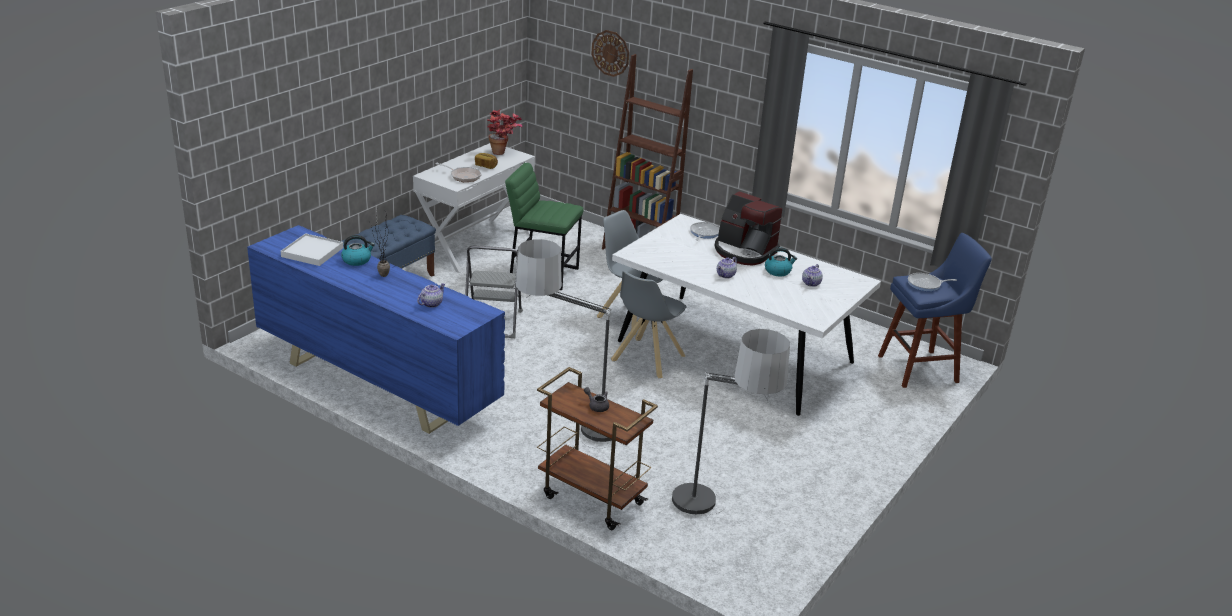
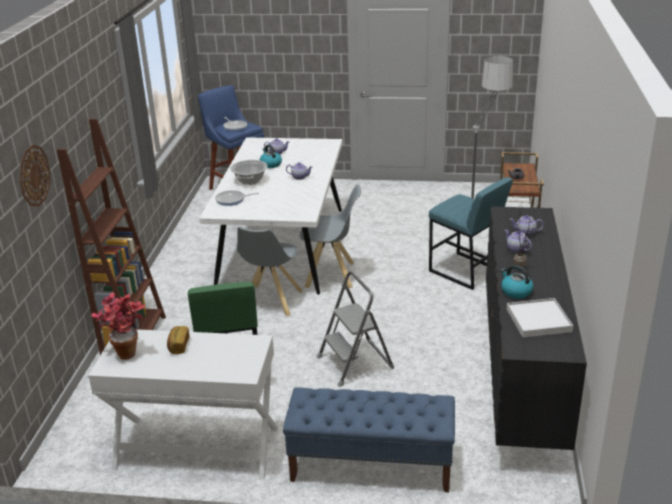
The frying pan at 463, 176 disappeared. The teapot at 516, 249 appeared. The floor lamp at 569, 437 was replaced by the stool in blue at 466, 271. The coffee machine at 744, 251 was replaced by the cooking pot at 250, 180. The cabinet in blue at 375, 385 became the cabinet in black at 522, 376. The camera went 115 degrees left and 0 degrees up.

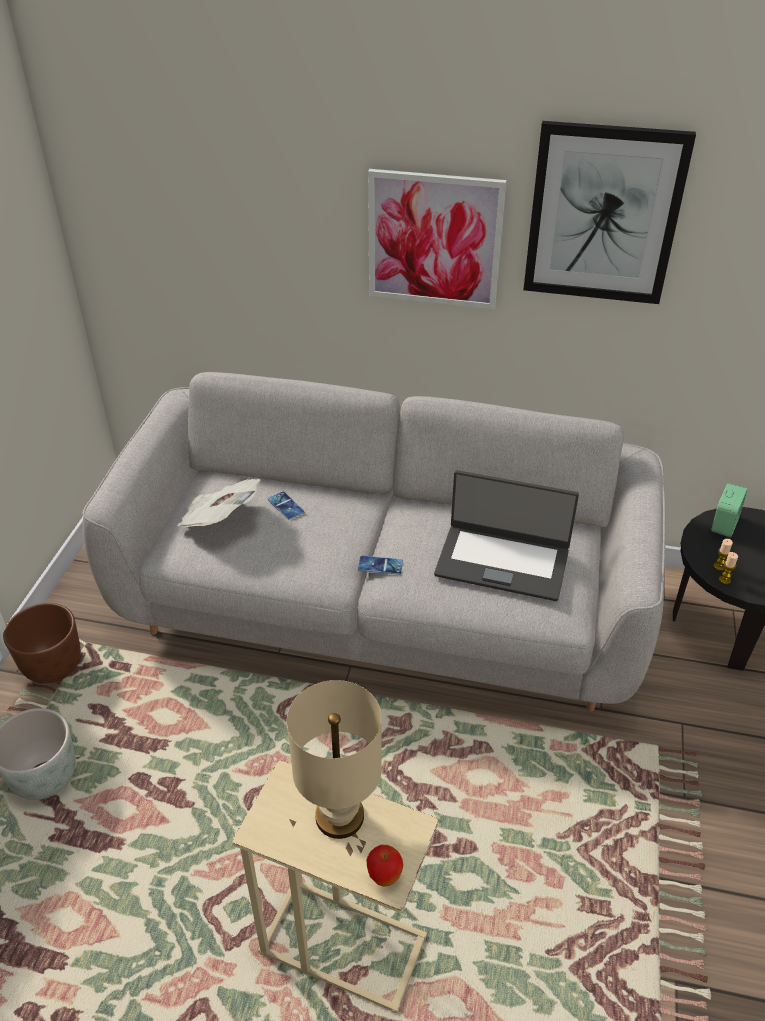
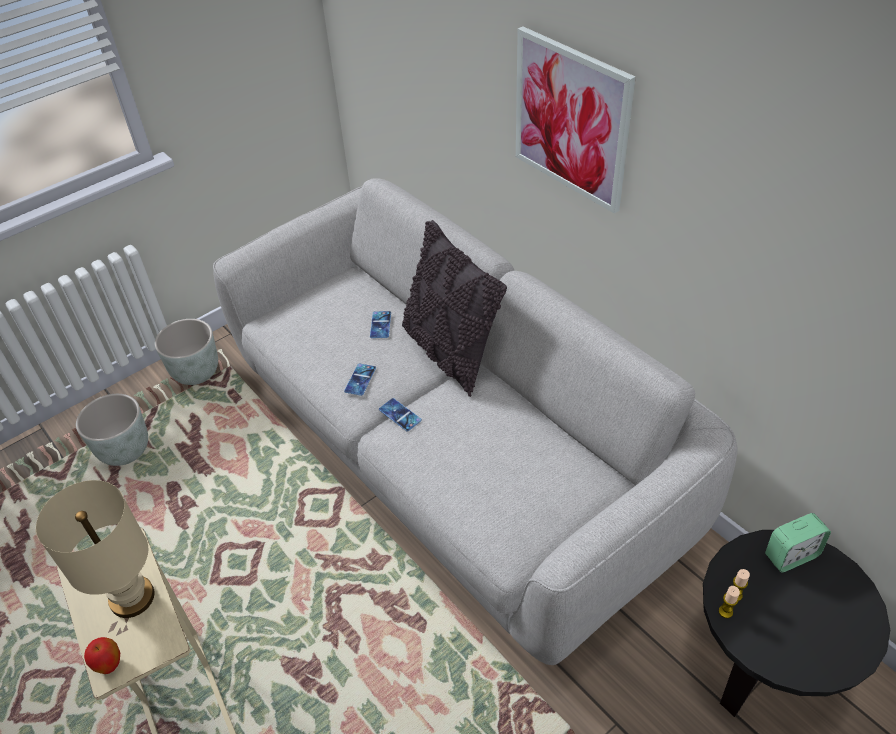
The newspaper at 220, 520 disappeared. The laptop at 502, 561 disappeared. The picture at 603, 214 disappeared. The phone at 360, 379 appeared. The pillow in black at 450, 352 appeared. The planter in brown at 53, 666 became the planter in grey at 196, 372. The camera went 40 degrees right and 5 degrees up.

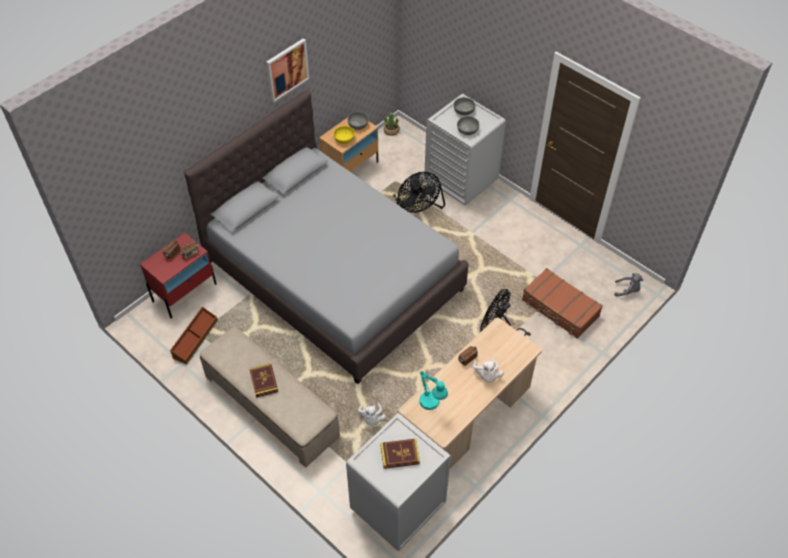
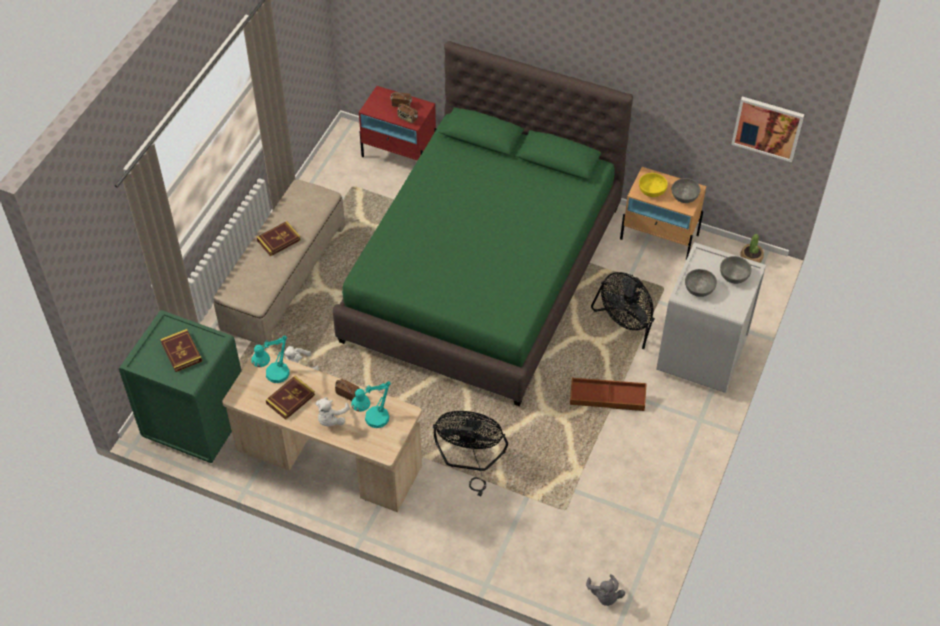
The suitcase in brown at 560, 308 disappeared. The book at 290, 399 appeared. The table lamp in turquoise at 373, 421 appeared. The storage box in brown moved from 195, 339 to 607, 398. The picture moved from 287, 69 to 767, 128. The bed in grey at 333, 274 became the bed in green at 483, 273. The dresser in grey at 398, 509 became the dresser in green at 195, 425. The plush toy in white at 487, 376 turned 45 degrees counterclockwise. The camera went 70 degrees right and 0 degrees up.

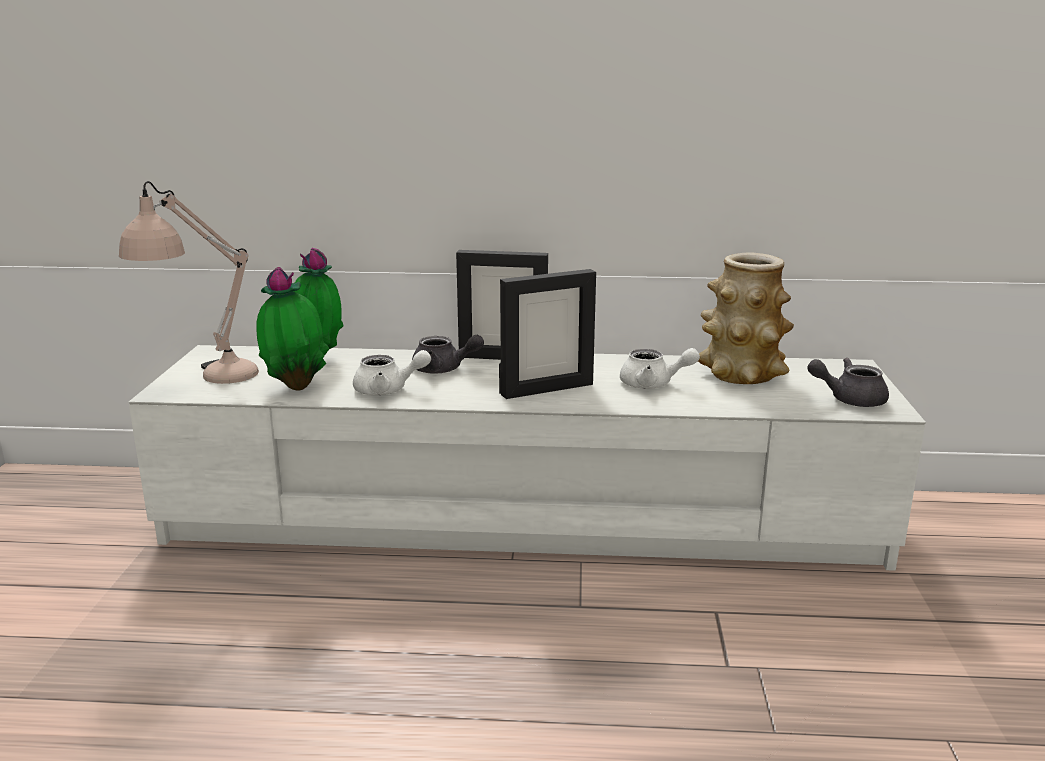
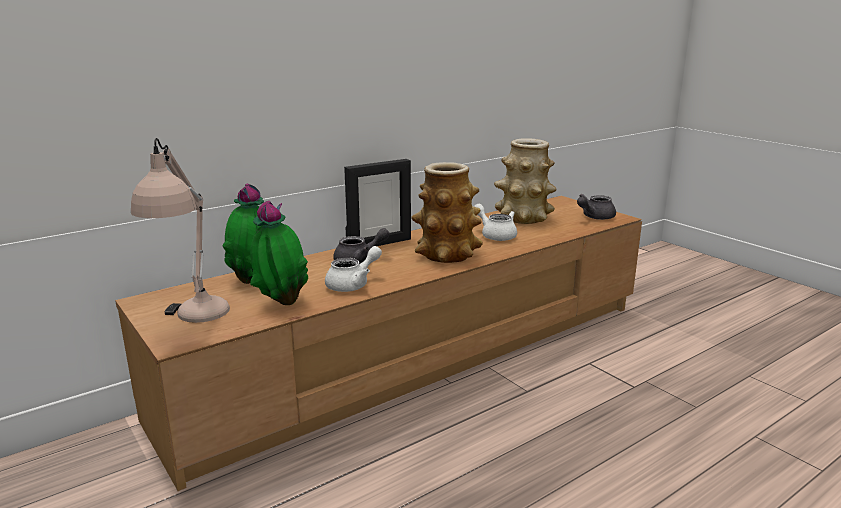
The picture frame at 546, 389 was replaced by the vase at 447, 254. The tv stand in white at 524, 519 became the tv stand in brown at 420, 356. The teapot in white at 653, 384 turned 105 degrees counterclockwise. The camera went 40 degrees left and 0 degrees up.

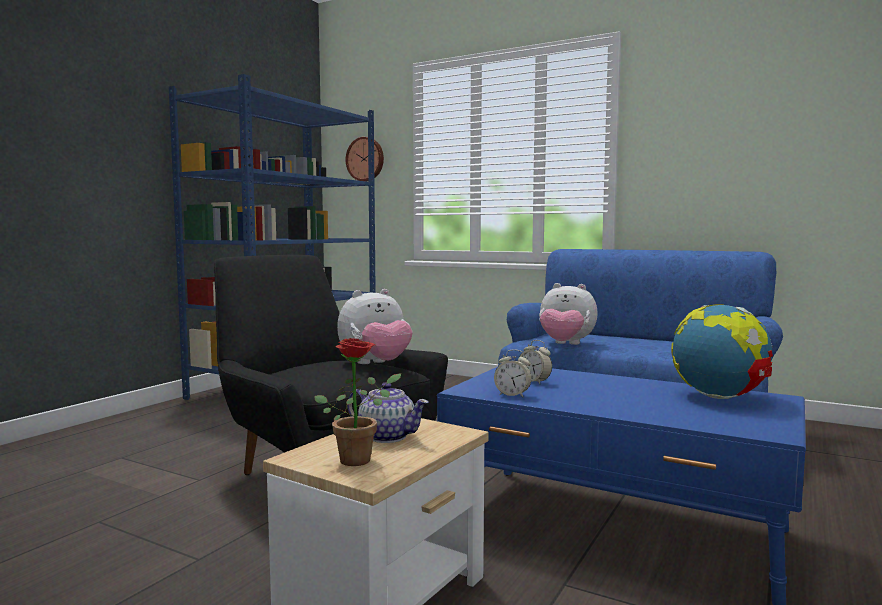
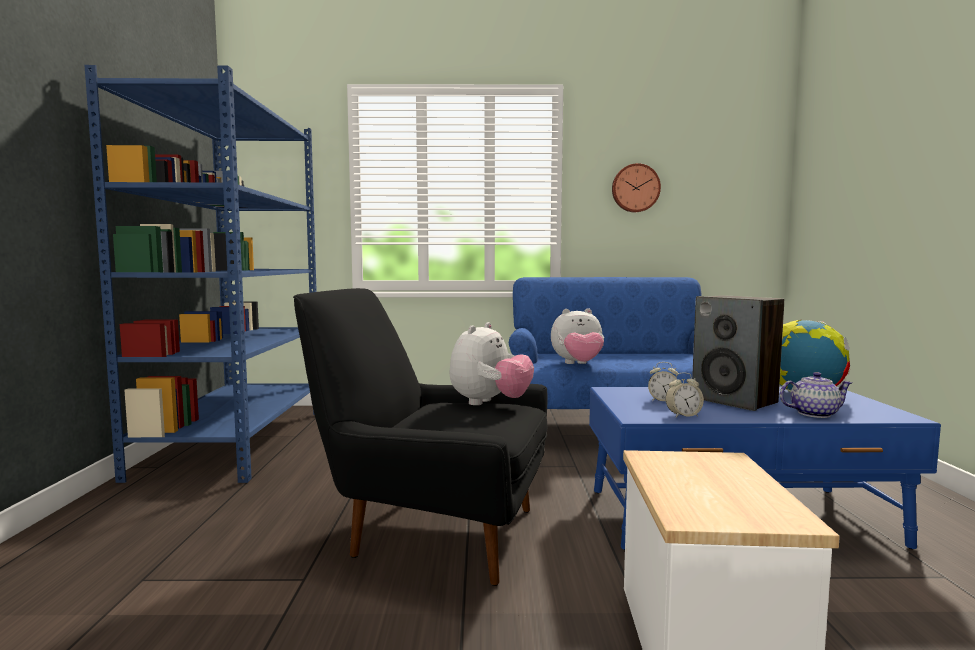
The potted plant at 360, 458 disappeared. The speaker at 735, 400 appeared. The wall clock moved from 366, 159 to 635, 188. The teapot moved from 387, 436 to 813, 413. The camera went 30 degrees left and 0 degrees up.

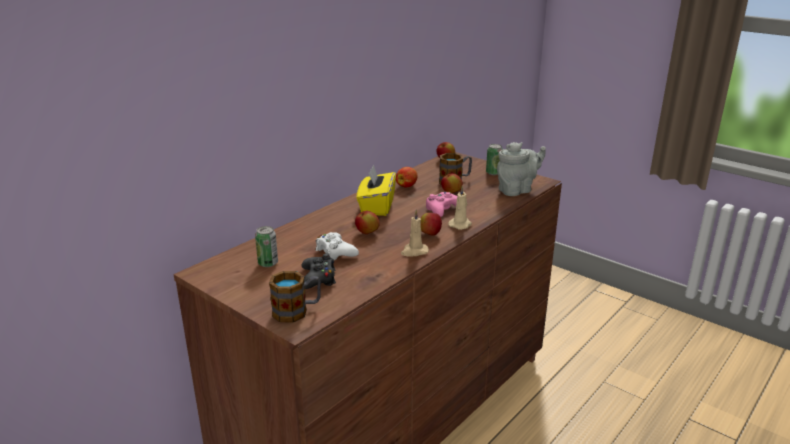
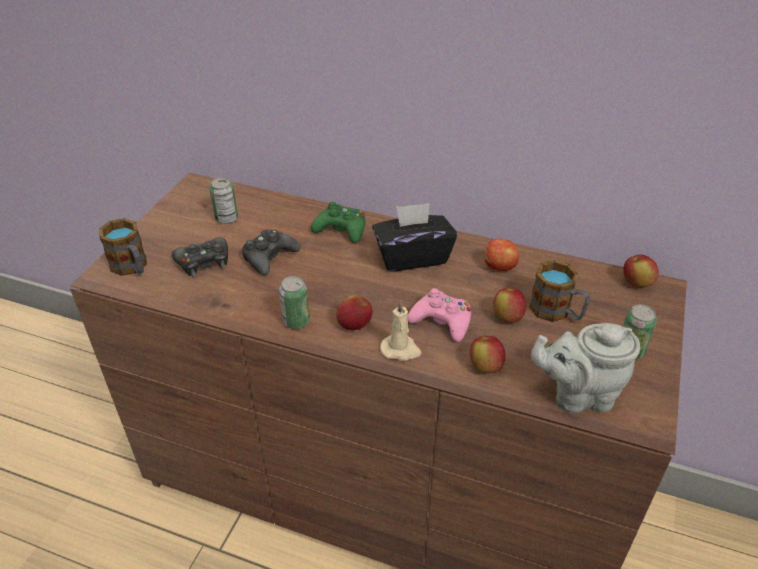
The game controller in green at 341, 230 appeared. The apple moved from 367, 233 to 485, 367. The candle in beige at 414, 251 was replaced by the can at 296, 321. The game controller in white at 335, 252 became the game controller in black at 269, 257. The tissue box in yellow at 376, 207 became the tissue box in black at 412, 257. The teapot in grey at 517, 190 turned 135 degrees clockwise. The camera went 70 degrees right and 15 degrees up.

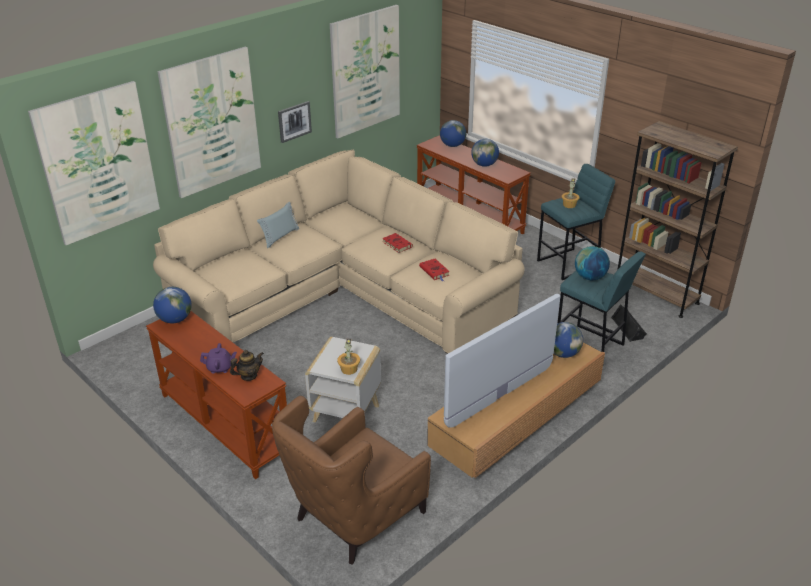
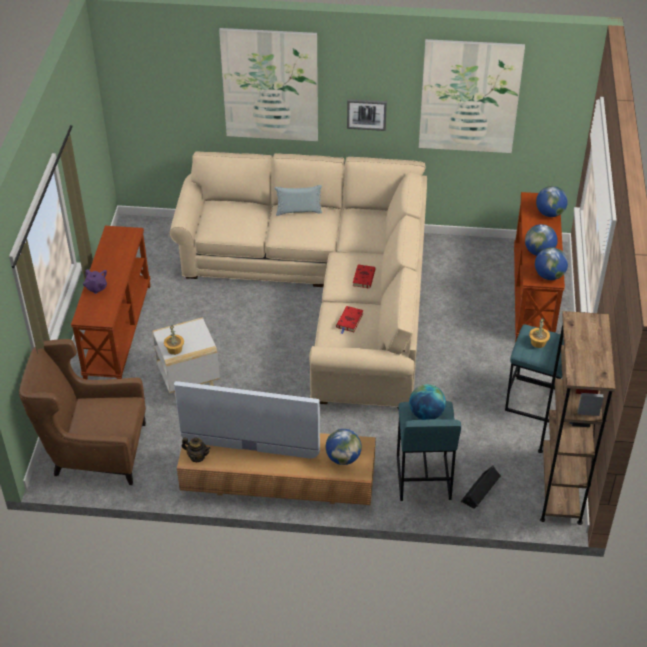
The picture at 98, 163 disappeared. The globe moved from 175, 319 to 549, 275. The teapot moved from 248, 376 to 197, 457. The camera went 50 degrees right and 10 degrees up.

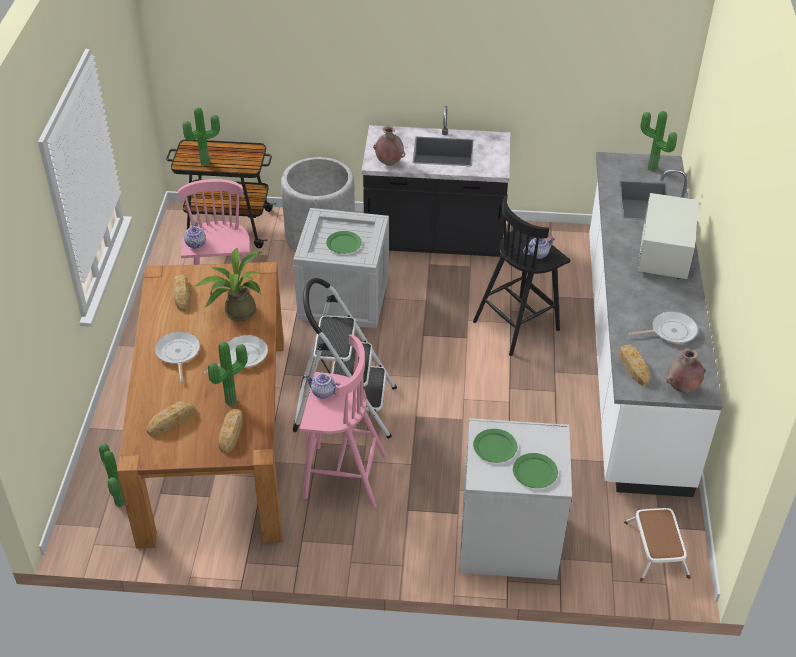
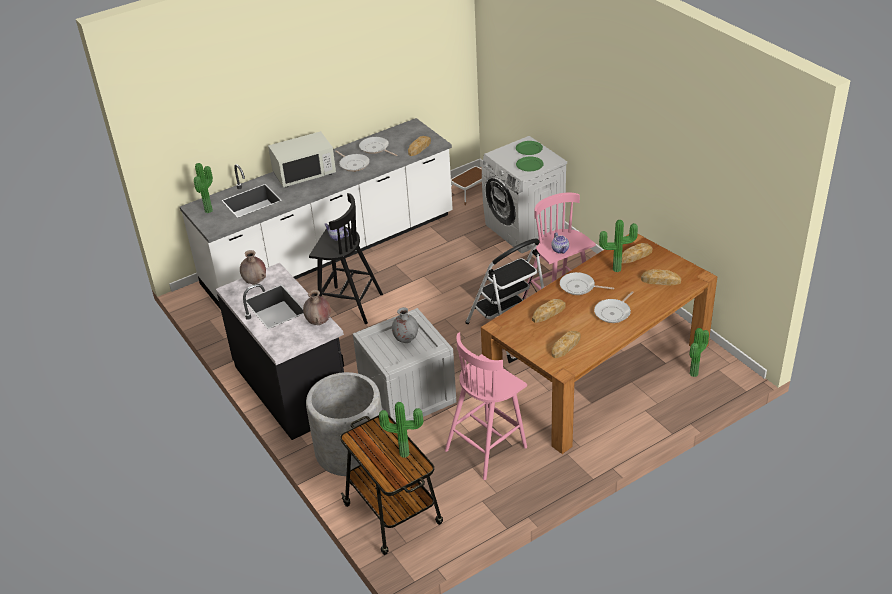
The teapot at 196, 244 disappeared. The frying pan at 353, 164 appeared. The vase in brown moved from 682, 388 to 255, 282. The potted plant at 236, 312 was replaced by the bread at 548, 313. The plate in green at 344, 243 was replaced by the vase in grey at 406, 340. The camera went 125 degrees left and 5 degrees down.

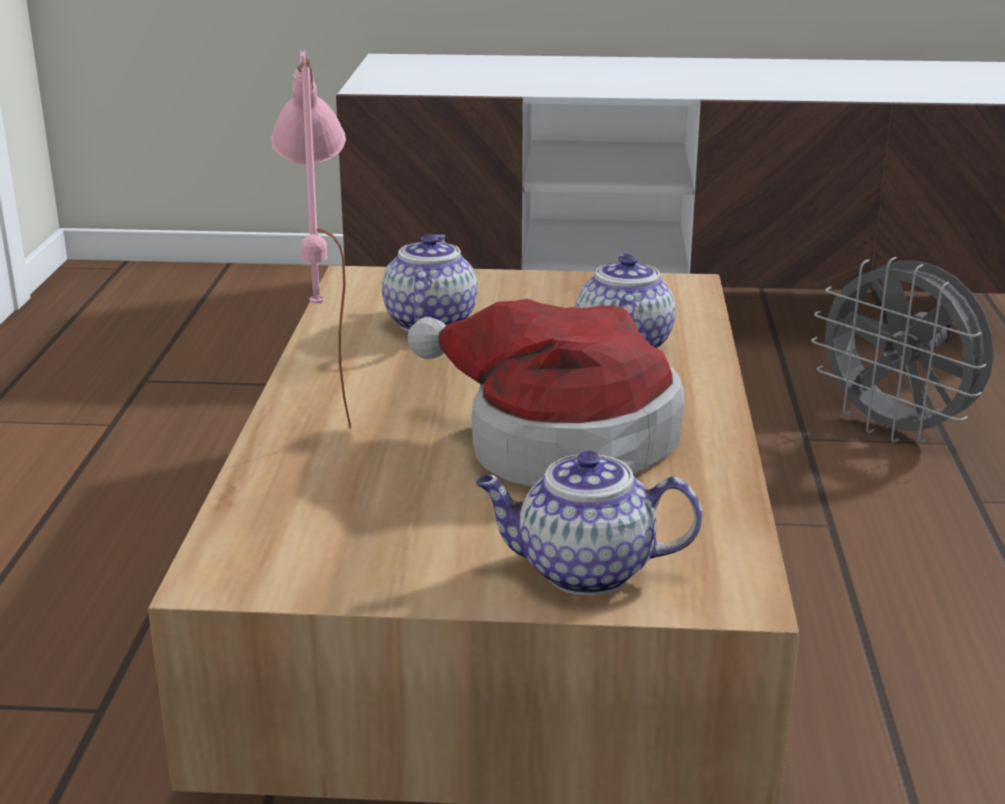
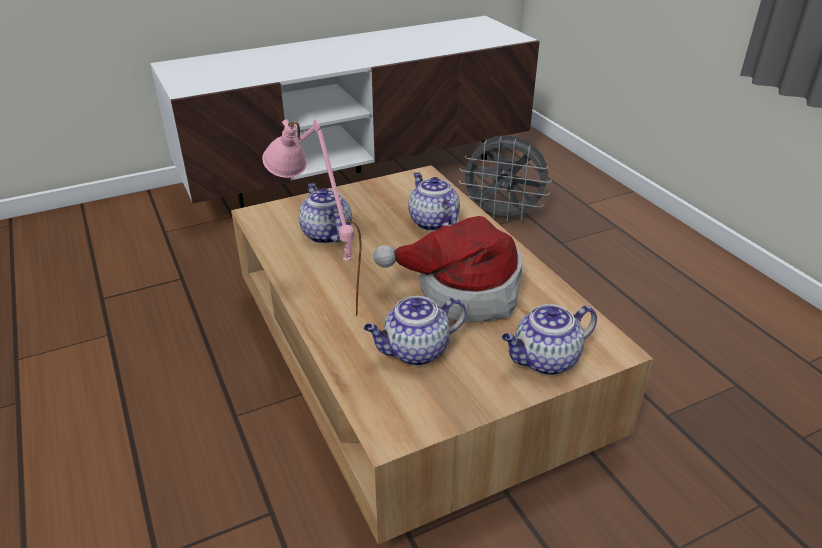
The teapot at 415, 351 appeared. The camera went 30 degrees left and 10 degrees up.

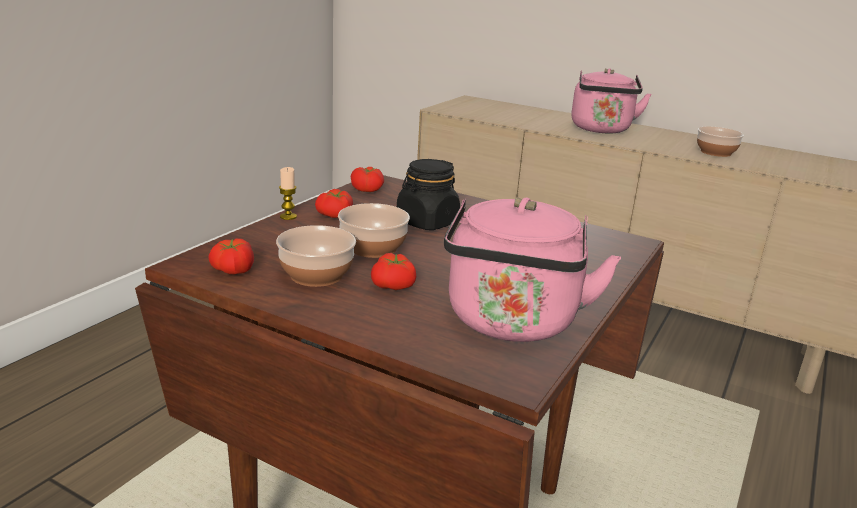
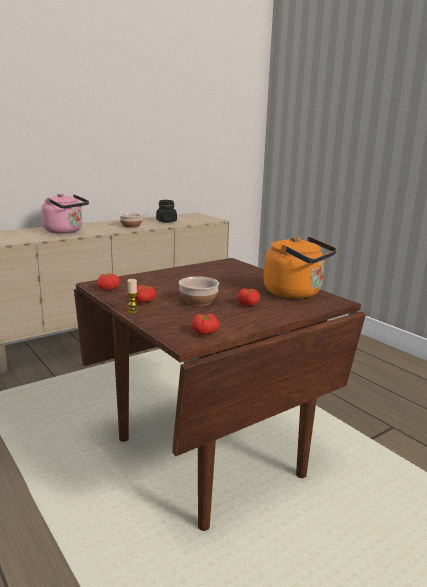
The bowl at 315, 274 disappeared. The jar in black moved from 427, 222 to 166, 221. The kettle in pink at 512, 324 became the kettle in orange at 296, 293. The camera went 65 degrees left and 5 degrees down.

